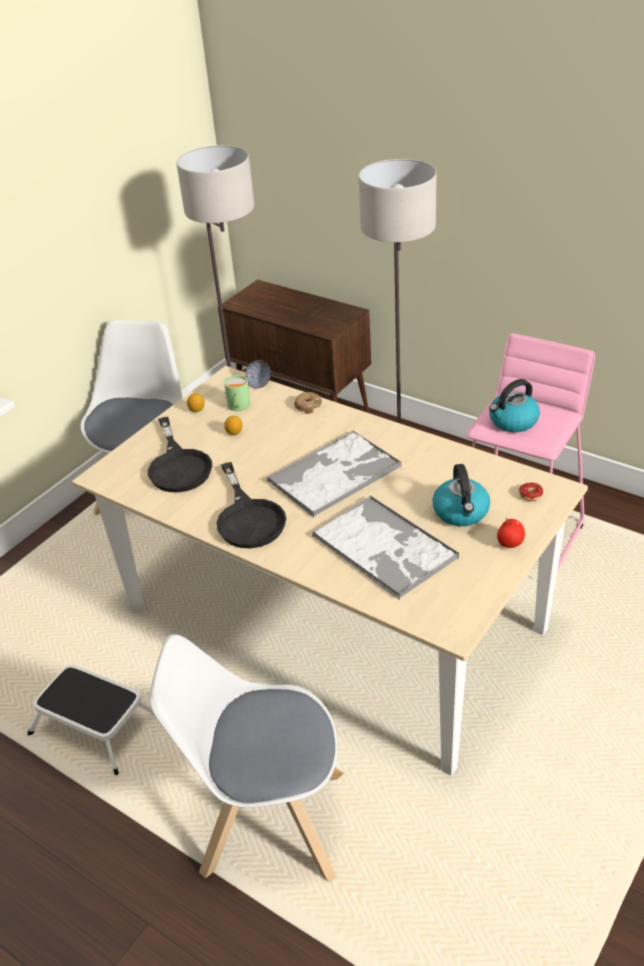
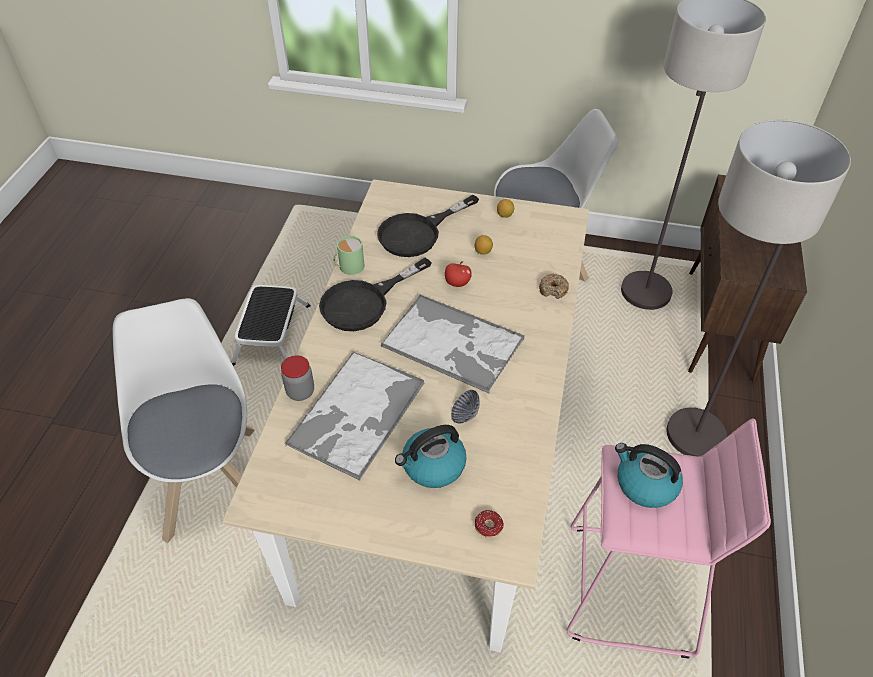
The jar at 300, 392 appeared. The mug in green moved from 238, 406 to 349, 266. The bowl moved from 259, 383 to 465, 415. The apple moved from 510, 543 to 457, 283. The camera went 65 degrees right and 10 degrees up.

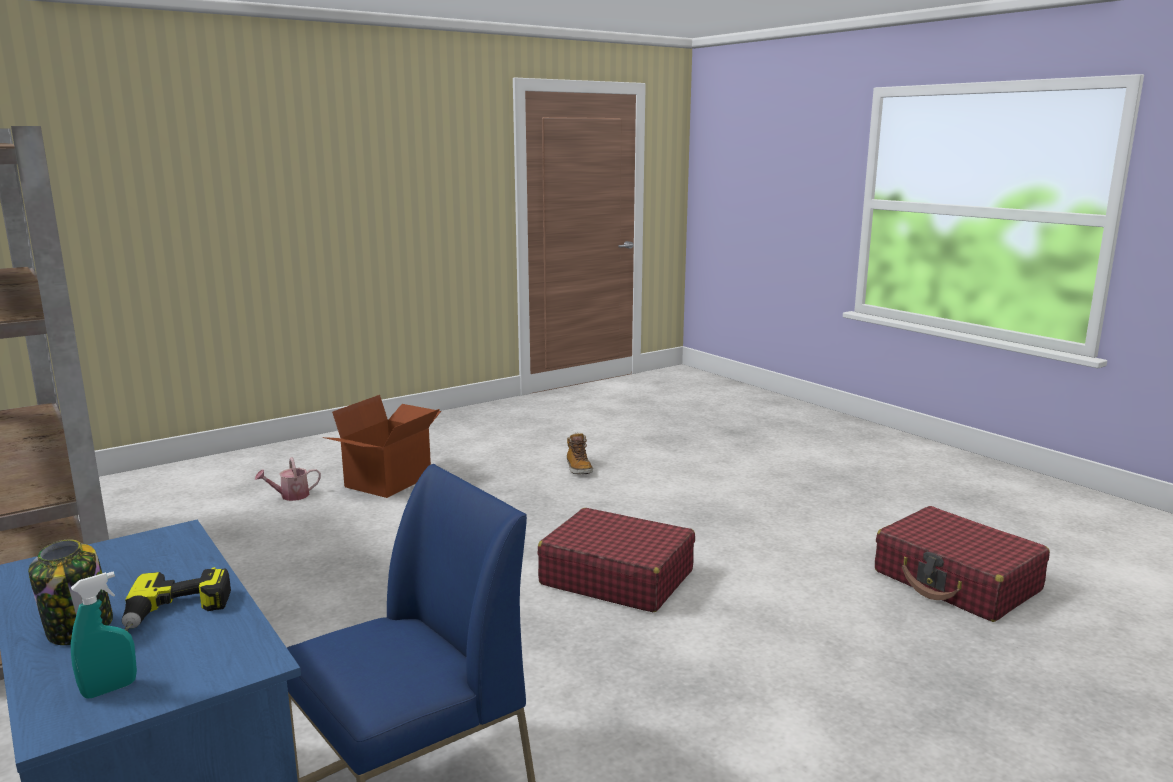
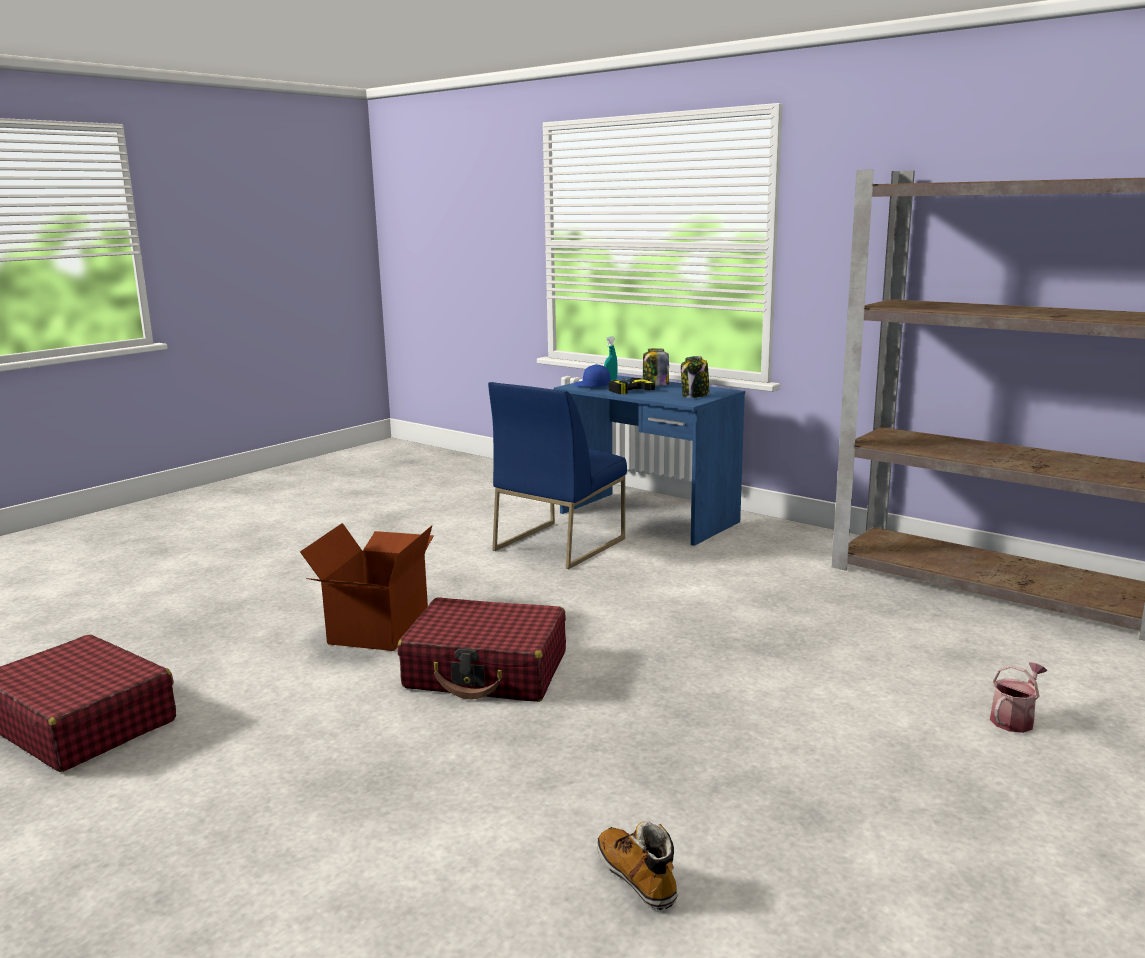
The cap in blue at 591, 386 appeared. The jar at 695, 396 appeared. The cardboard box moved from 389, 481 to 377, 628. The camera went 165 degrees right and 0 degrees up.

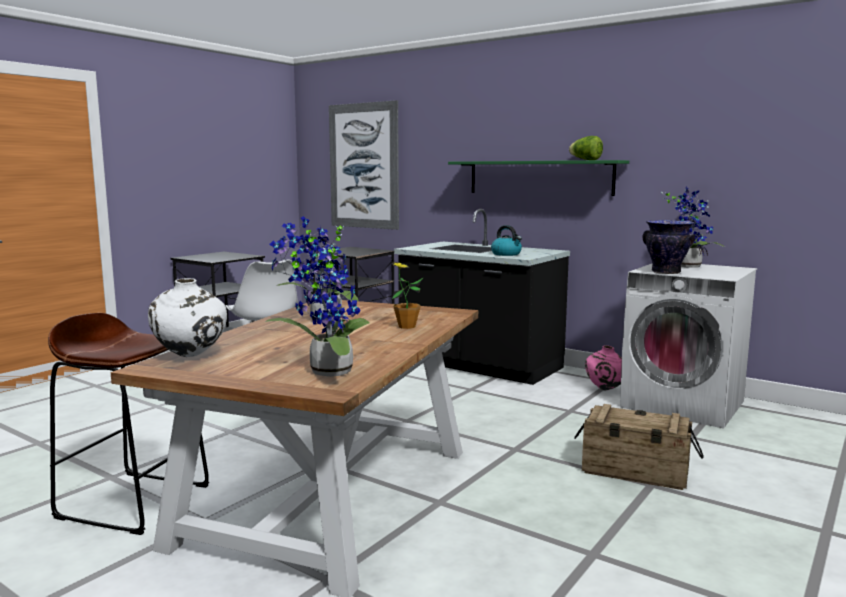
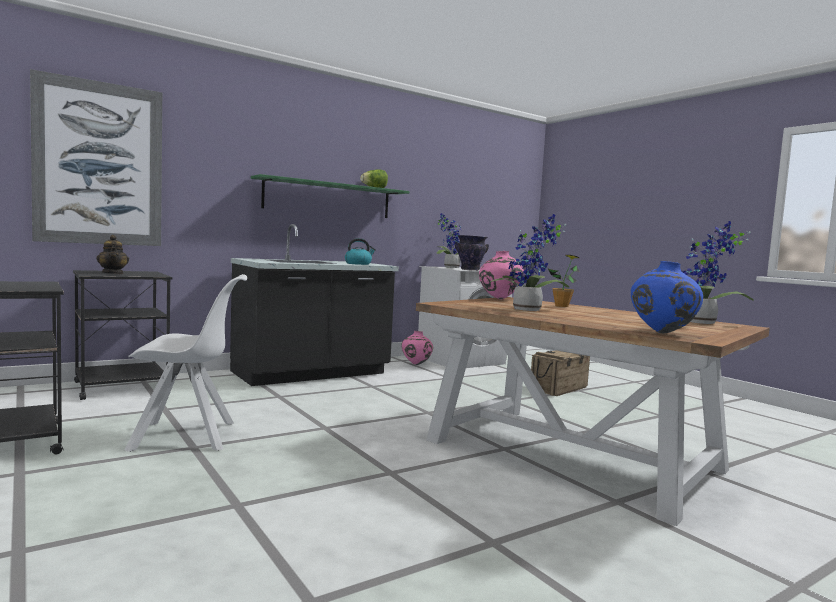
The stool in brown at 134, 501 disappeared. The teapot at 113, 273 appeared. The vase in pink at 500, 299 appeared. The vase in white at 191, 356 became the vase in blue at 662, 333. The camera went 70 degrees left and 5 degrees down.

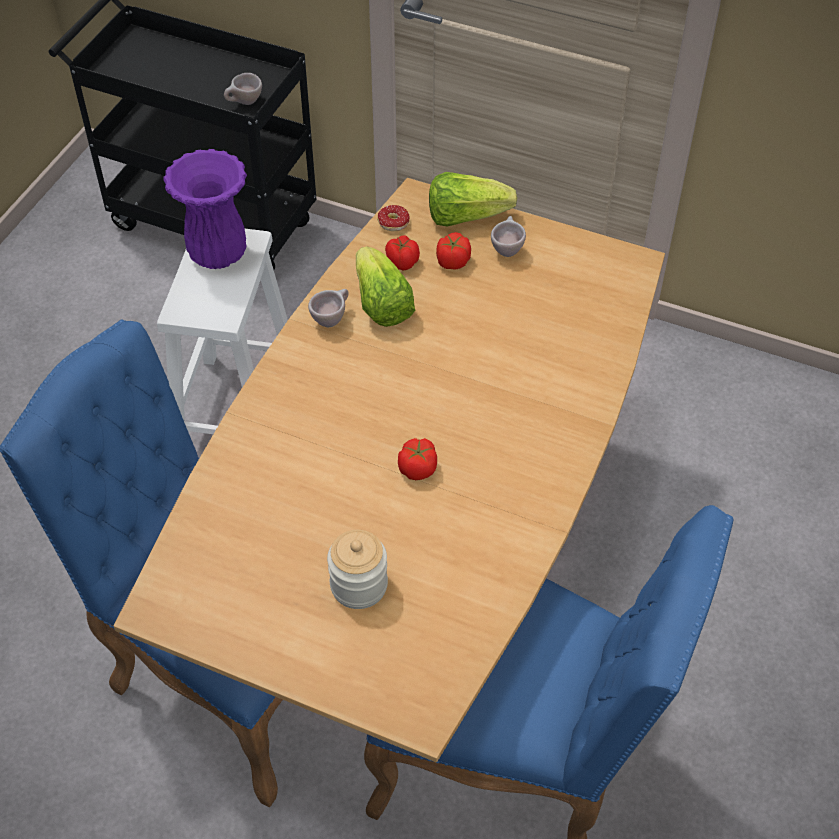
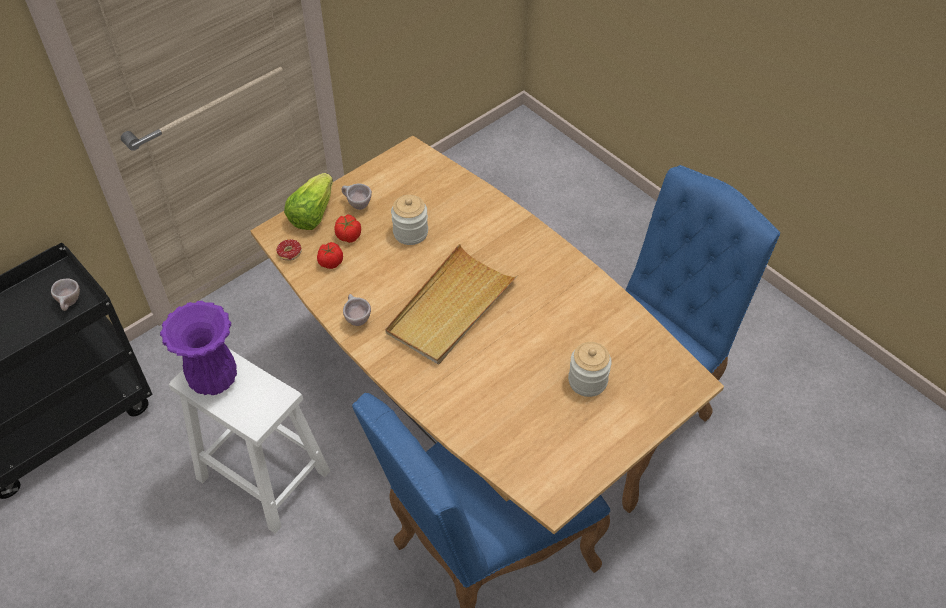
The lettuce at 381, 304 disappeared. The tomato at 418, 468 disappeared. The tray in beige at 450, 308 appeared. The jar at 410, 232 appeared. The camera went 65 degrees left and 0 degrees up.

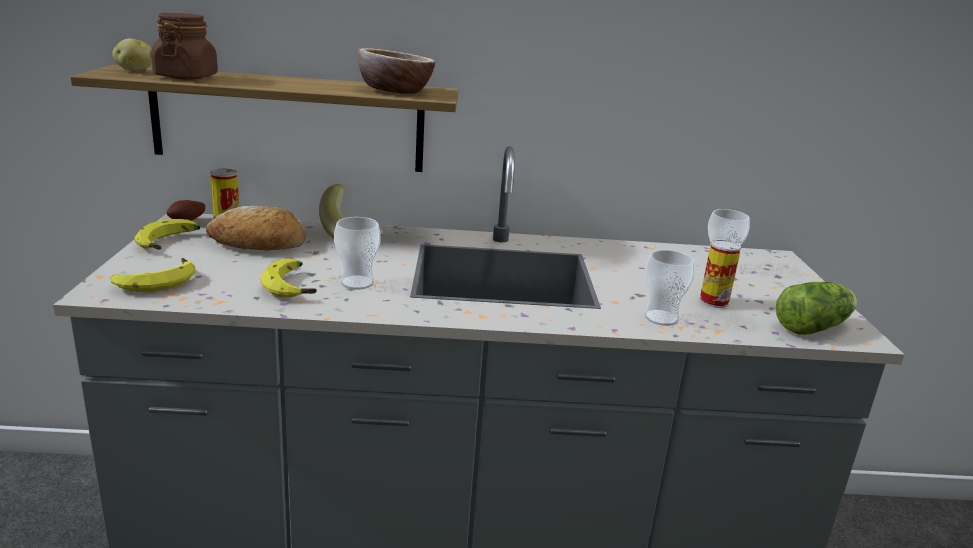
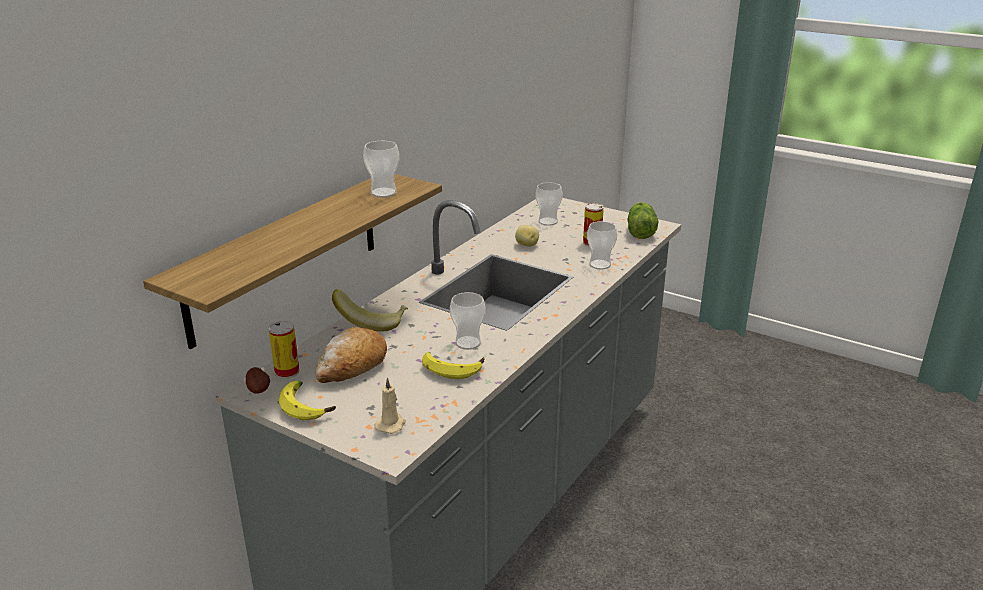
The jar in brown at 186, 77 disappeared. The potato moved from 134, 70 to 526, 245. The banana at 155, 282 was replaced by the candle in beige at 391, 424. The bowl at 395, 90 was replaced by the cup at 383, 193. The camera went 55 degrees left and 5 degrees up.

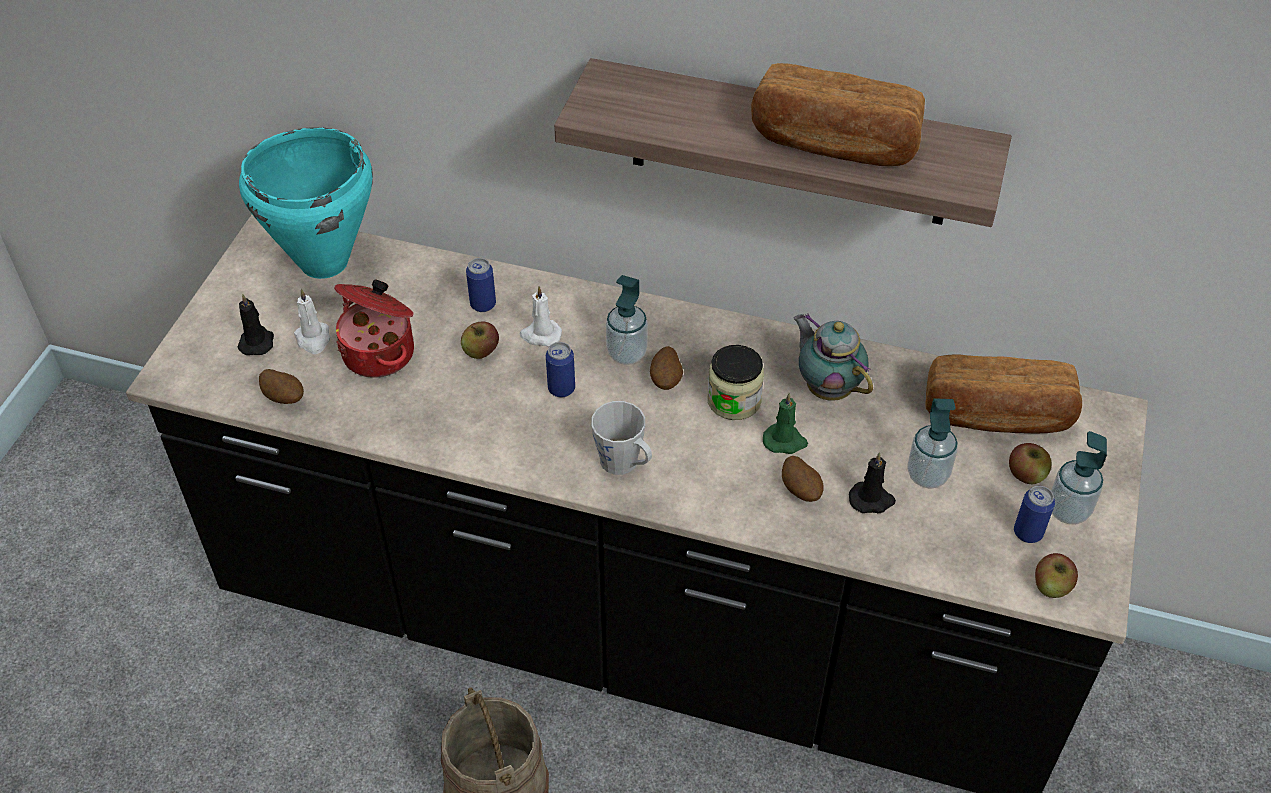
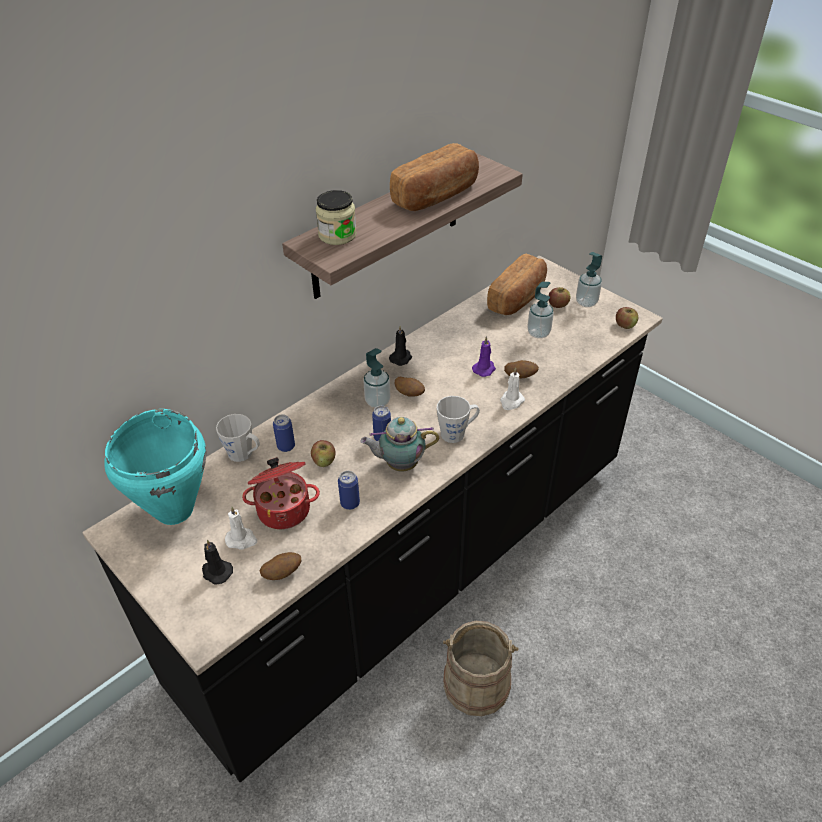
The mug in grey at 244, 454 appeared. The candle in white moved from 540, 335 to 511, 401. The jar moved from 734, 400 to 337, 235. The teapot moved from 827, 387 to 399, 464. The candle in black moved from 872, 500 to 401, 358. The can moved from 1028, 533 to 350, 503. The candle in green at 785, 441 became the candle in purple at 484, 369. The camera went 60 degrees left and 5 degrees down.

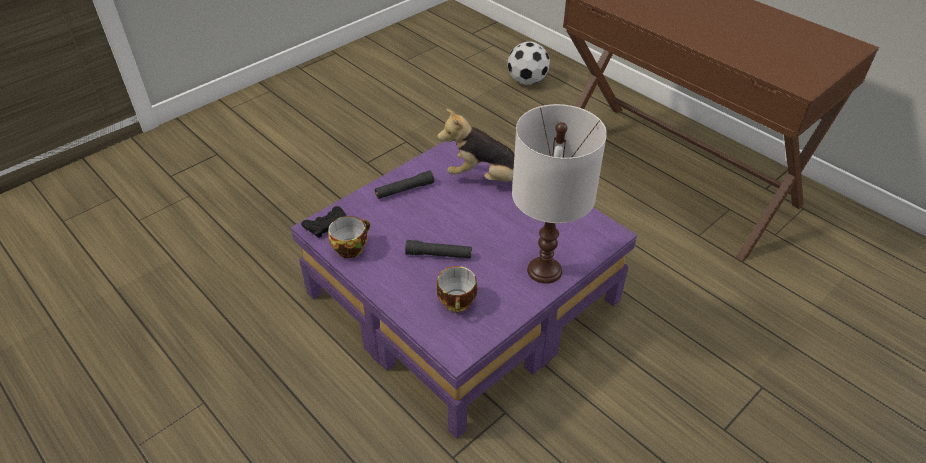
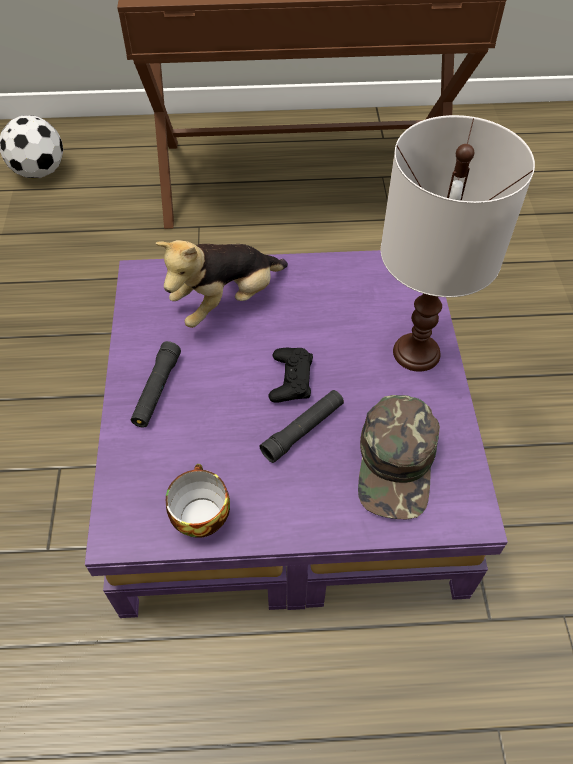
The game controller in black moved from 326, 225 to 291, 379. The cup at 458, 303 was replaced by the cap in green at 397, 463. The camera went 50 degrees left and 10 degrees up.

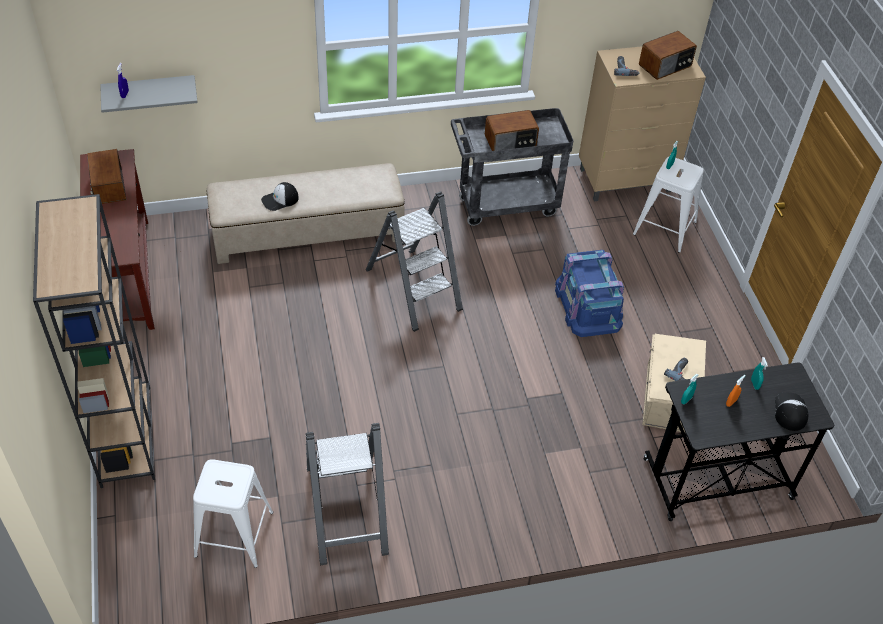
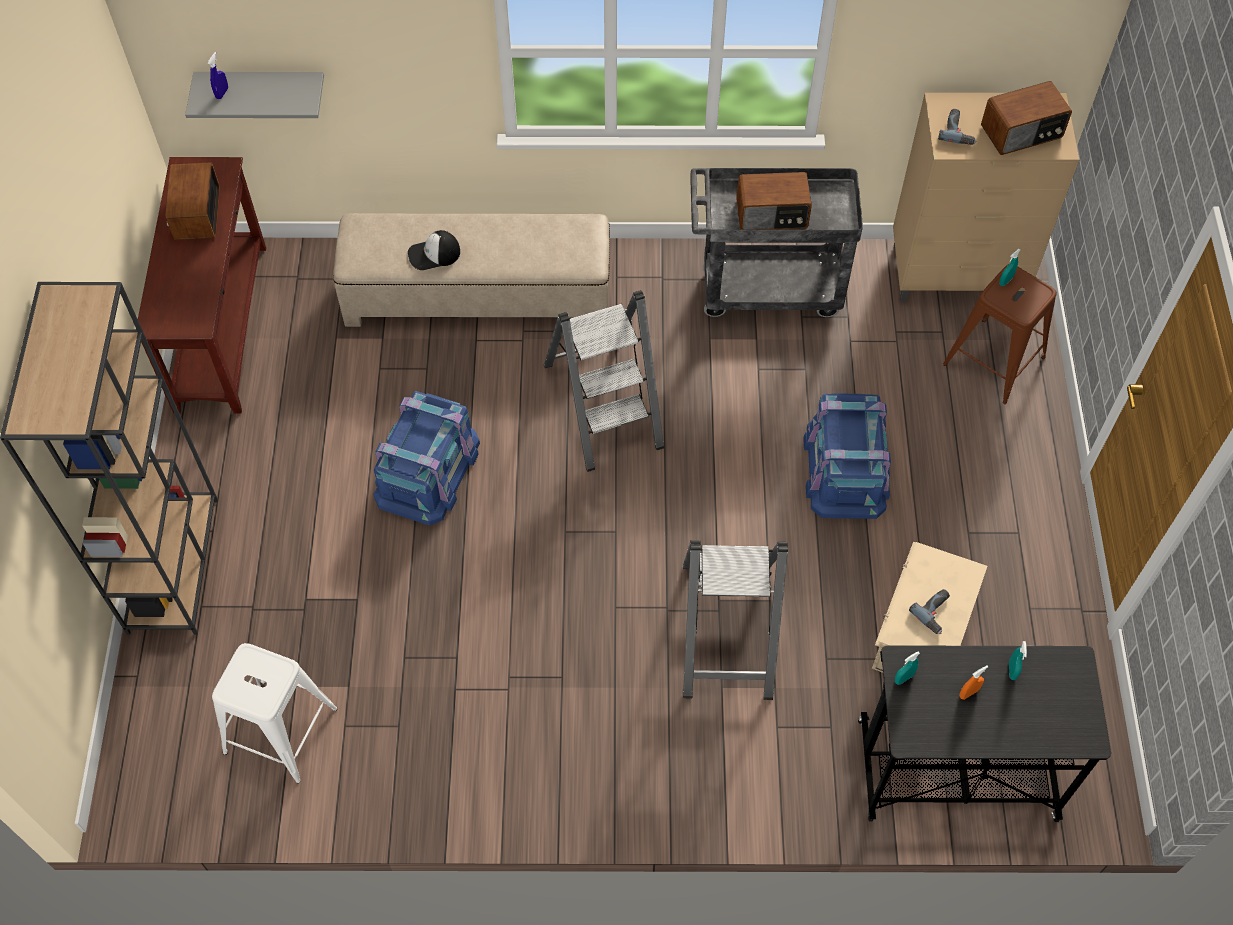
The cap at 790, 411 disappeared. The storage box in blue at 428, 470 appeared. The step ladder in grey moved from 346, 511 to 726, 632. The stool in white at 665, 228 became the stool in brown at 994, 361. The camera went 15 degrees right and 10 degrees up.

